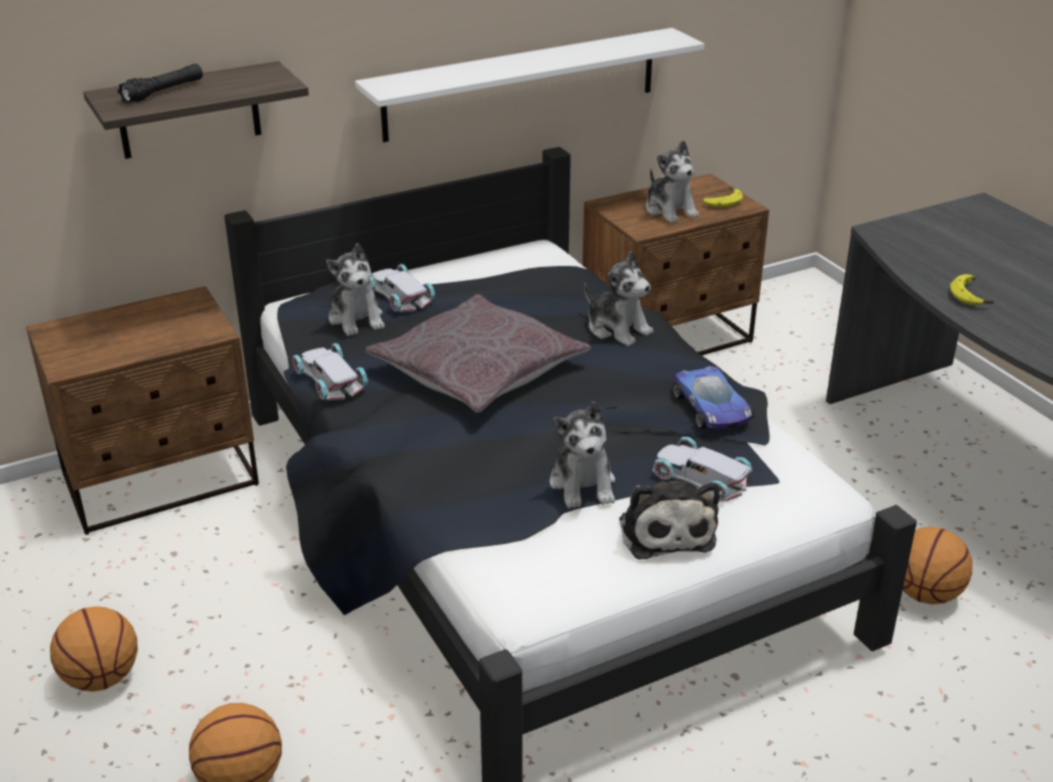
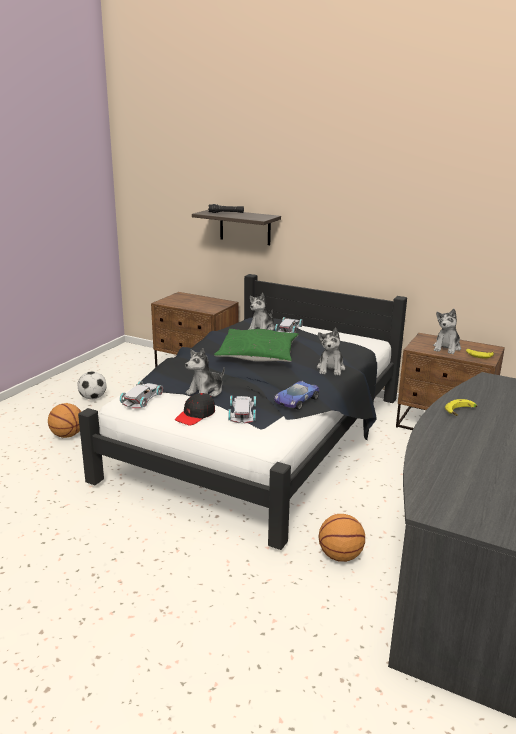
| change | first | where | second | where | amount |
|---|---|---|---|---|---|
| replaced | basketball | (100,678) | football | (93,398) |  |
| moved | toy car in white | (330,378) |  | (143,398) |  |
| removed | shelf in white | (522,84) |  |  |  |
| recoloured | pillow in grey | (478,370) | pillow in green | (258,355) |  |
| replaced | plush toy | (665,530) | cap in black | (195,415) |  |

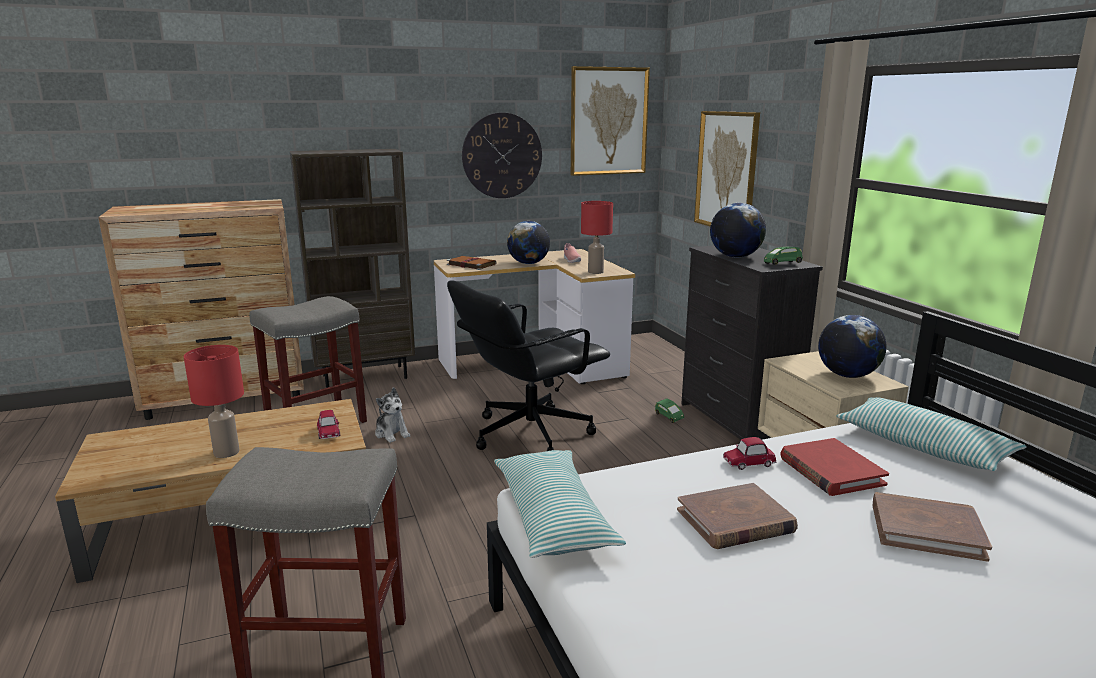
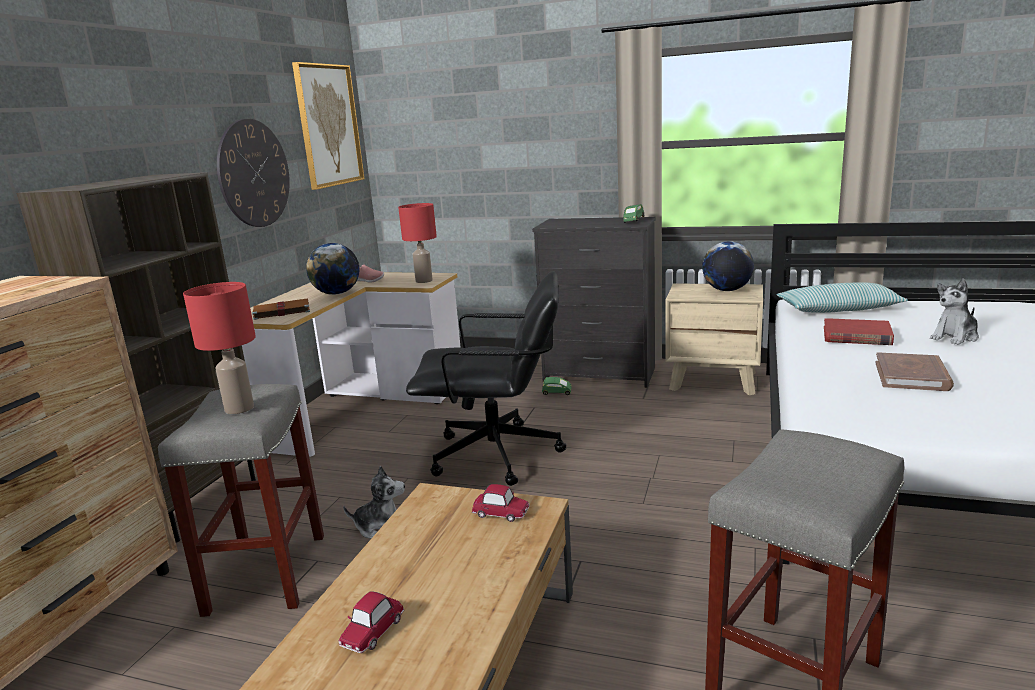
| change | first | where | second | where | amount |
|---|---|---|---|---|---|
| moved | table lamp in red | (227,452) |  | (240,408) |  |
| turned | office chair in black | (529,433) |  | (497,455) | 90 degrees counterclockwise |
| removed | pillow | (553,516) |  |  |  |
| removed | picture | (726,171) |  |  |  |
| removed | globe | (735,256) |  |  |  |
| moved | toy car | (748,463) |  | (372,631) |  |
| replaced | book in brown | (926,530) | plush toy | (955,337) |  |

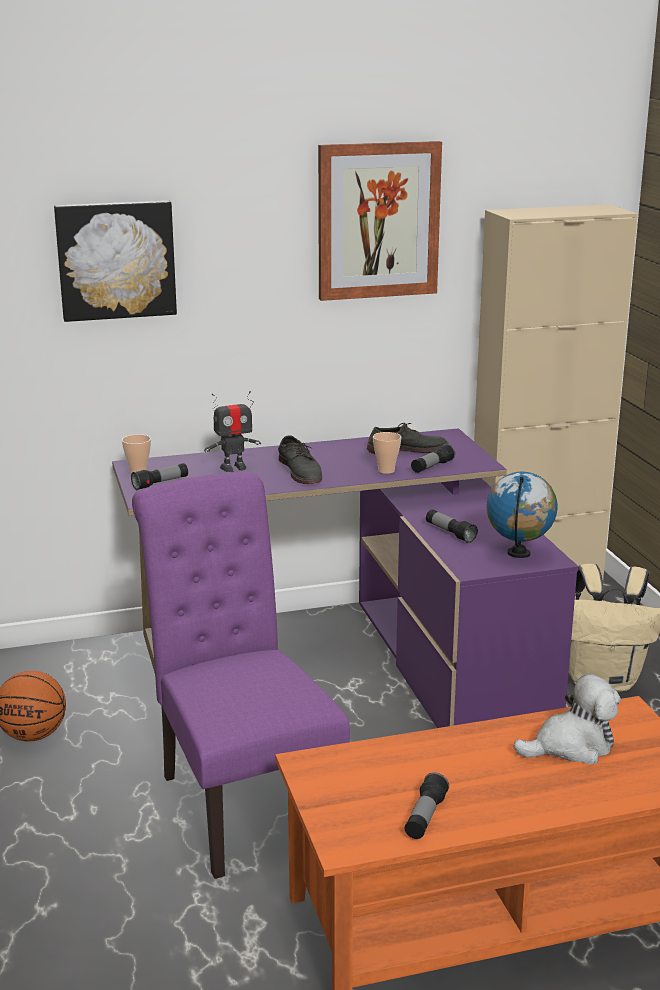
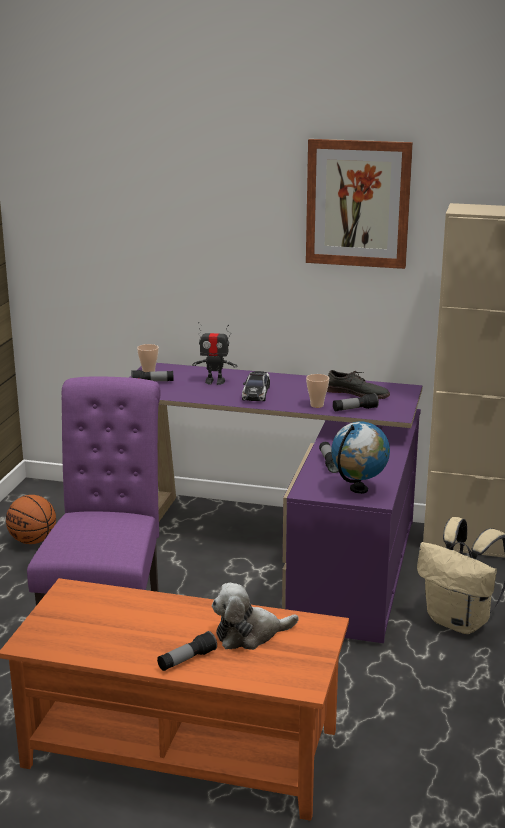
| change | first | where | second | where | amount |
|---|---|---|---|---|---|
| removed | picture | (116,260) |  |  |  |
| replaced | shoe in grey | (301,471) | toy car | (256,393) |  |
| moved | flashlight | (425,817) |  | (187,660) |  |
| turned | plush toy | (571,746) |  | (250,634) | 150 degrees clockwise |

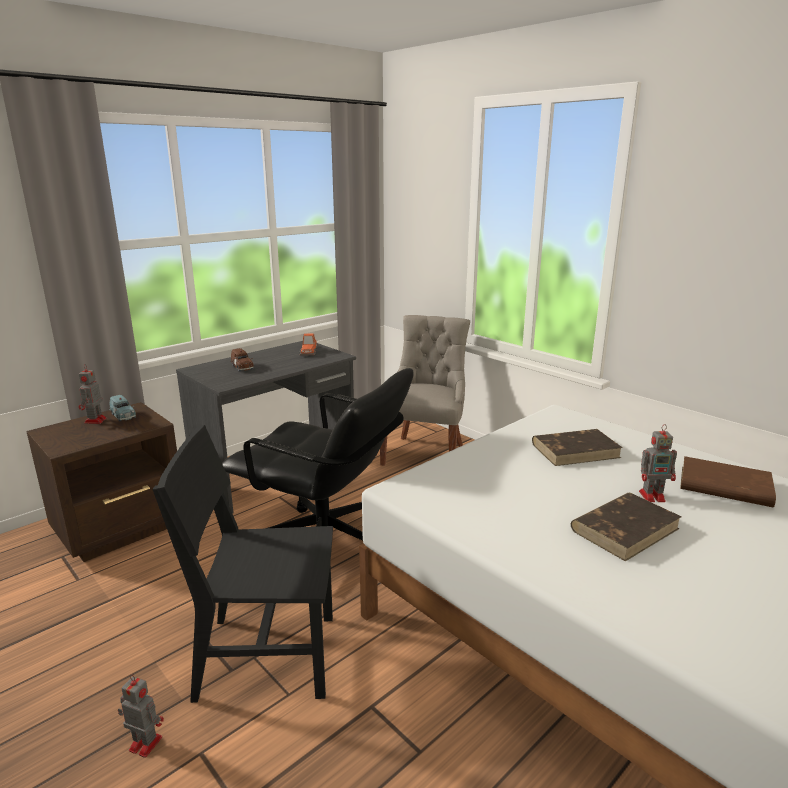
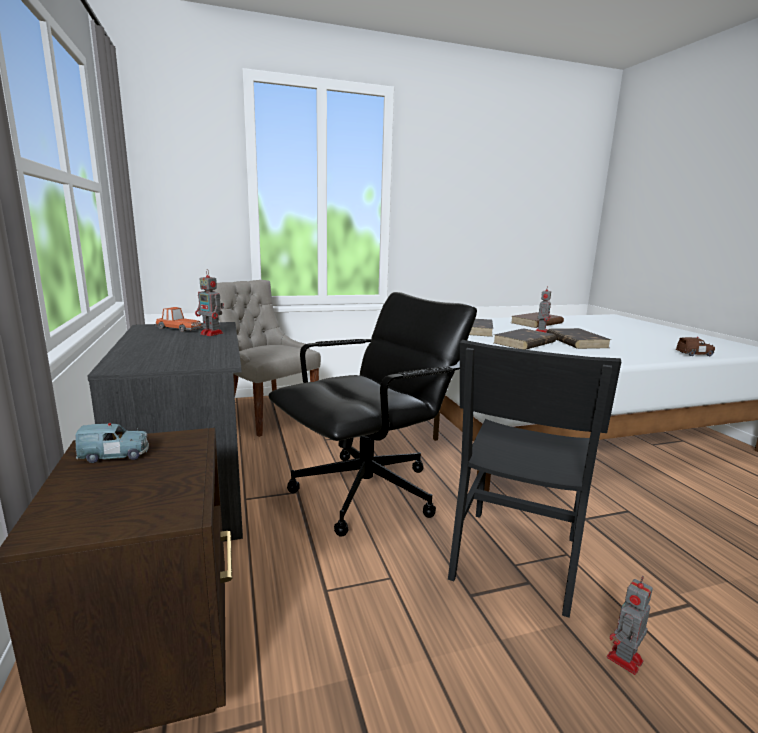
| change | first | where | second | where | amount |
|---|---|---|---|---|---|
| moved | toy robot | (95,421) |  | (212,334) |  |
| moved | toy car in brown | (242,367) |  | (694,354) |  |
| added |  |  | book in brown | (524,343) |  |

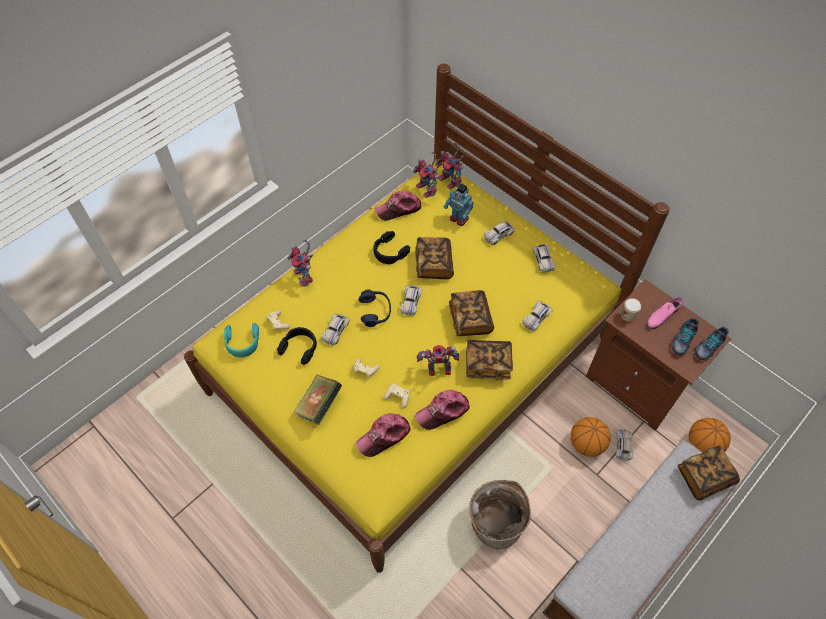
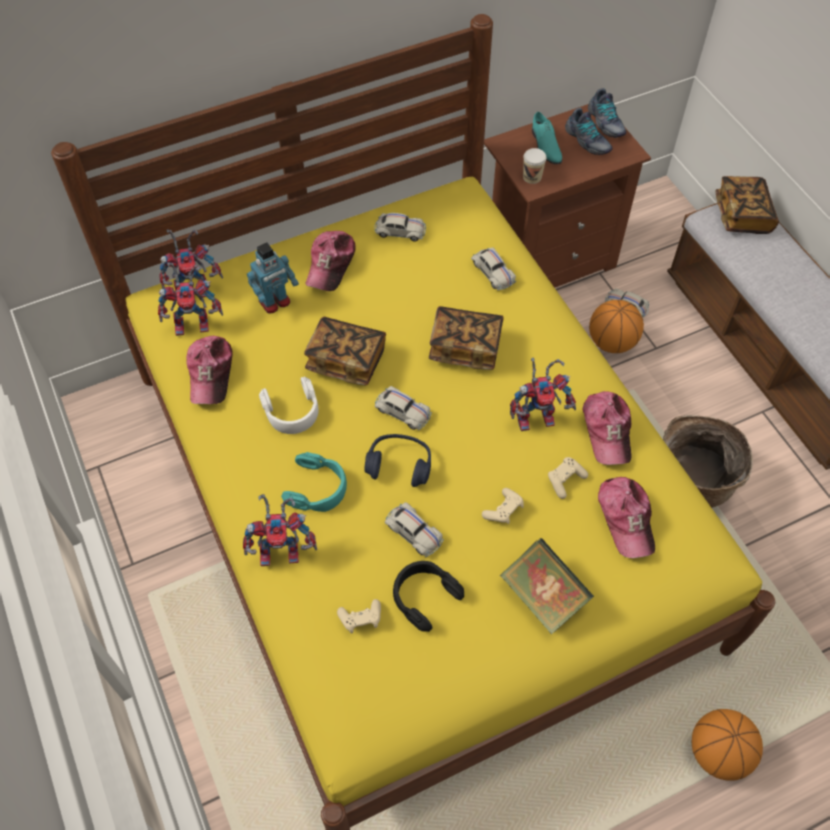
| change | first | where | second | where | amount |
|---|---|---|---|---|---|
| moved | headphones in turquoise | (242,342) |  | (317,488) |  |
| recoloured | headphones in black | (389,251) | headphones in white | (292,411) |  |
| turned | toy robot | (437,371) |  | (538,416) | 120 degrees counterclockwise |
| removed | book | (487,364) |  |  |  |
| replaced | toy car in white | (498,235) | cap | (331,264) |  |
| recoloured | shoe in pink | (662,315) | shoe in turquoise | (545,145) |  |
| moved | basketball | (702,444) |  | (717,753) |  |

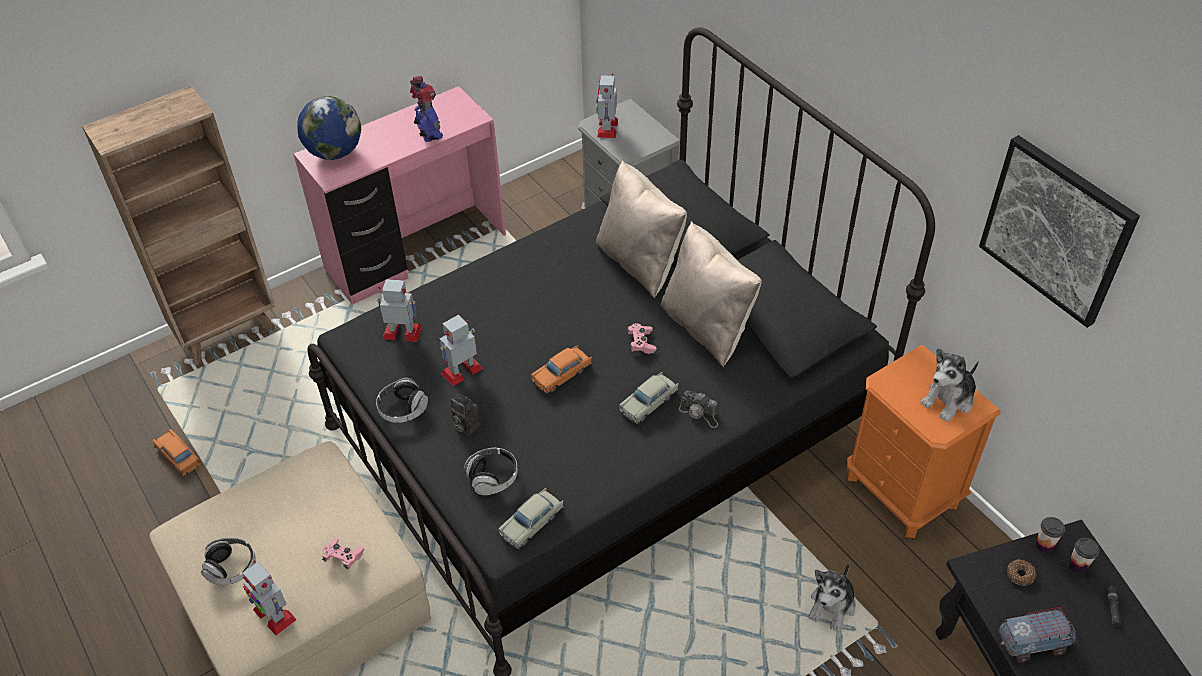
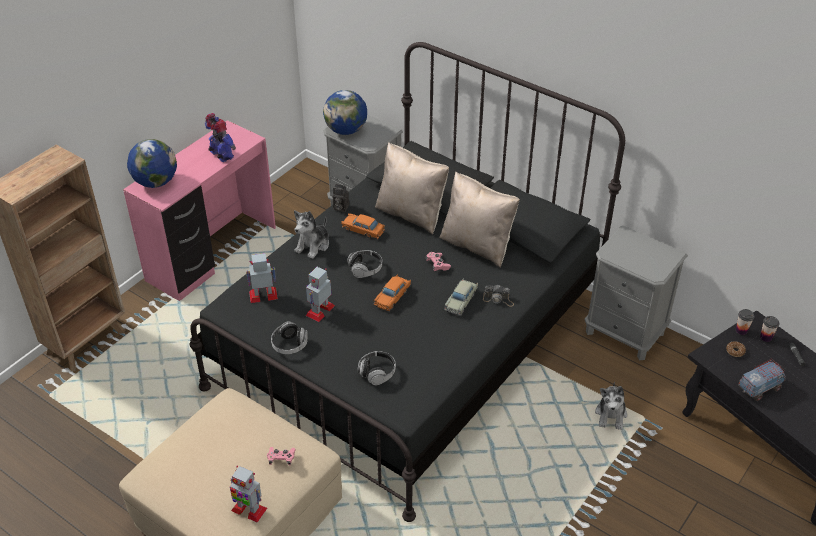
| change | first | where | second | where | amount |
|---|---|---|---|---|---|
| moved | toy car in orange | (178,456) |  | (363,230) |  |
| moved | headphones | (231,567) |  | (365,269) |  |
| moved | photo camera | (465,425) |  | (340,207) |  |
| removed | toy car in beige | (532,523) |  |  |  |
| replaced | toy robot | (607,128) | globe | (346,130) |  |
| recoloured | nightstand in orange | (902,491) | nightstand in grey | (625,333) |  |
| moved | plush toy | (949,399) |  | (313,245) |  |
| removed | picture | (1056,230) |  |  |  |

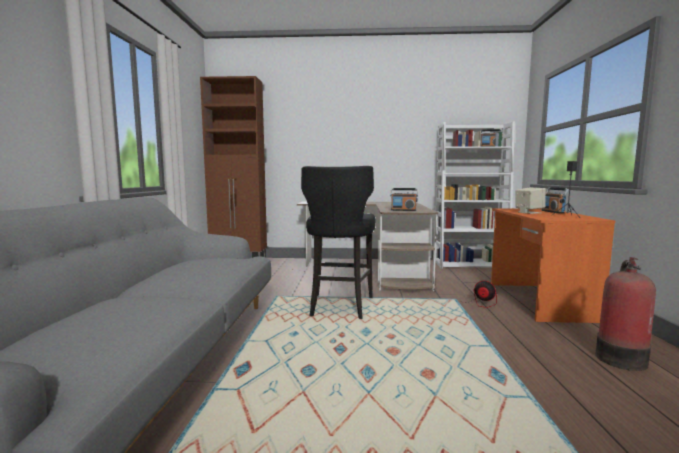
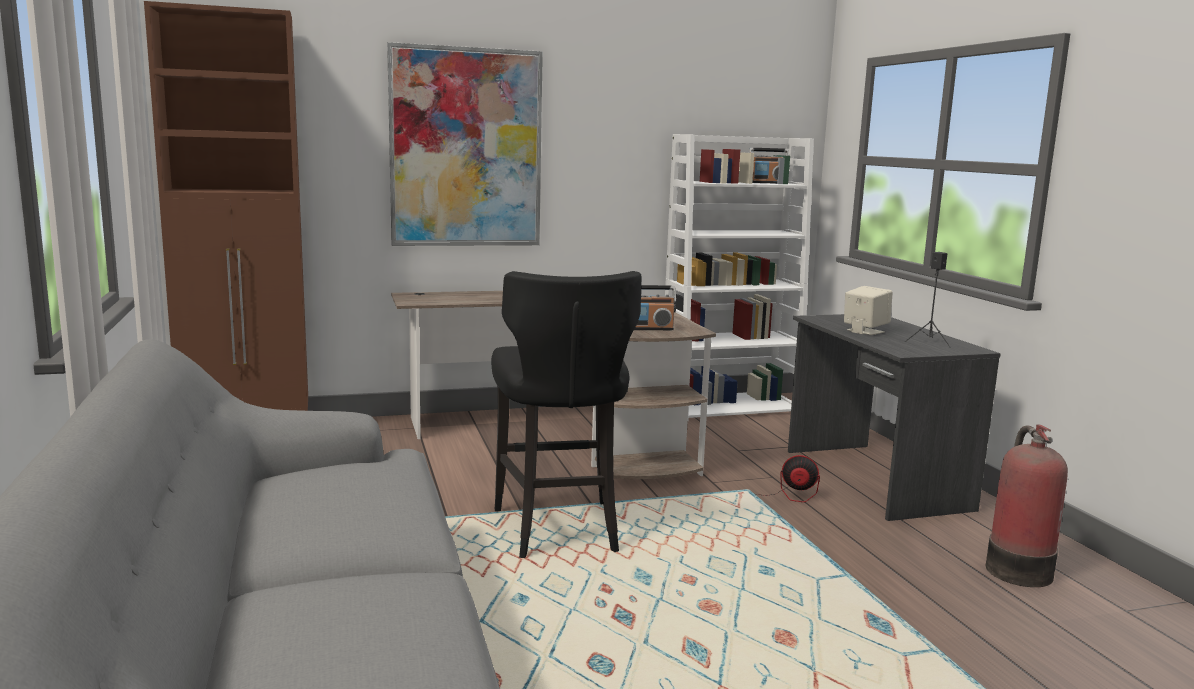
| change | first | where | second | where | amount |
|---|---|---|---|---|---|
| recoloured | desk in orange | (537,301) | desk in grey | (873,479) |  |
| removed | radio | (553,212) |  |  |  |
| added |  |  | picture | (466,148) |  |

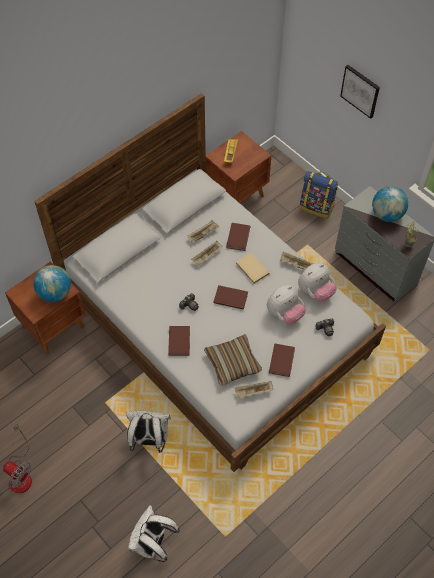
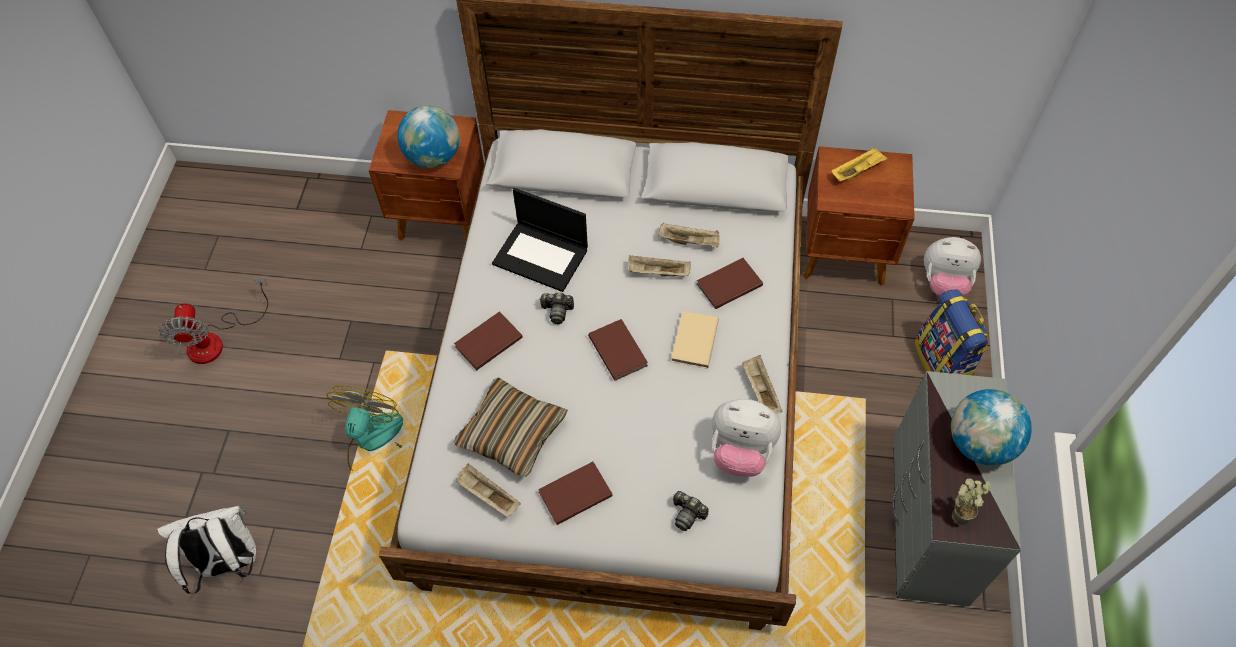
| change | first | where | second | where | amount |
|---|---|---|---|---|---|
| replaced | backpack in white | (149,440) | fan | (374,442) |  |
| moved | plush toy | (284,313) |  | (944,283) |  |
| removed | picture | (360,90) |  |  |  |
| added |  |  | laptop | (542,256) |  |

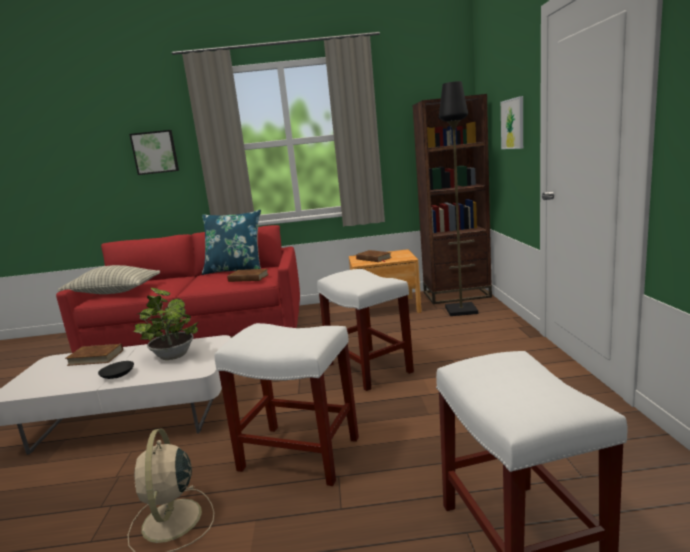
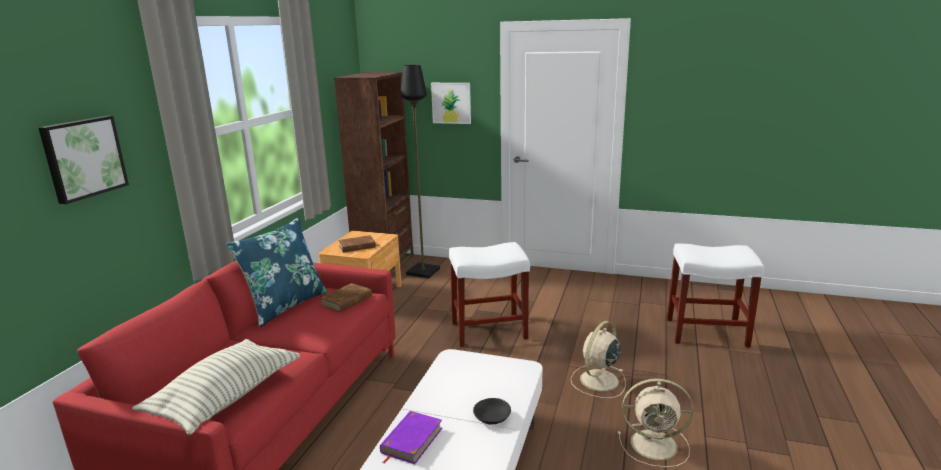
| change | first | where | second | where | amount |
|---|---|---|---|---|---|
| recoloured | book in brown | (95,357) | book in purple | (411,440) |  |
| removed | potted plant | (172,355) |  |  |  |
| replaced | stool in white | (297,454) | fan in beige | (598,381) |  |

